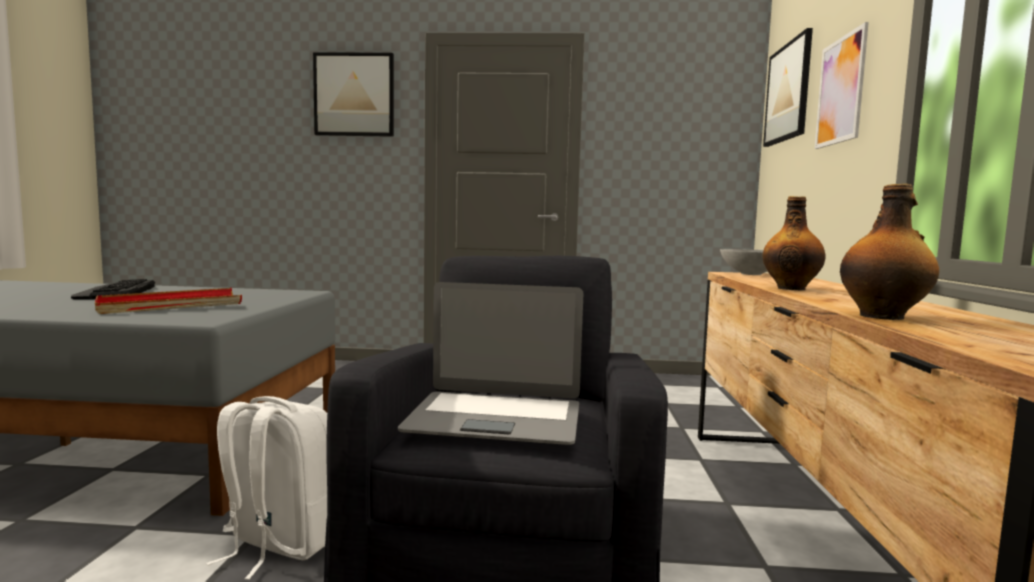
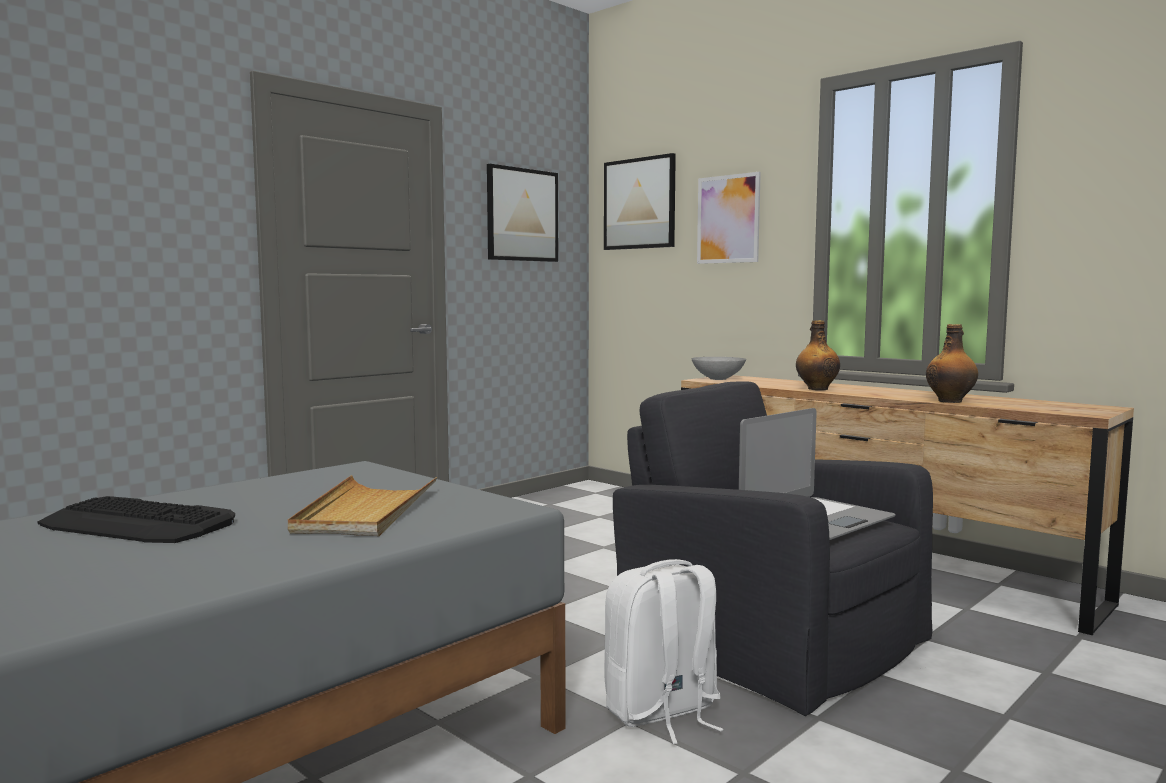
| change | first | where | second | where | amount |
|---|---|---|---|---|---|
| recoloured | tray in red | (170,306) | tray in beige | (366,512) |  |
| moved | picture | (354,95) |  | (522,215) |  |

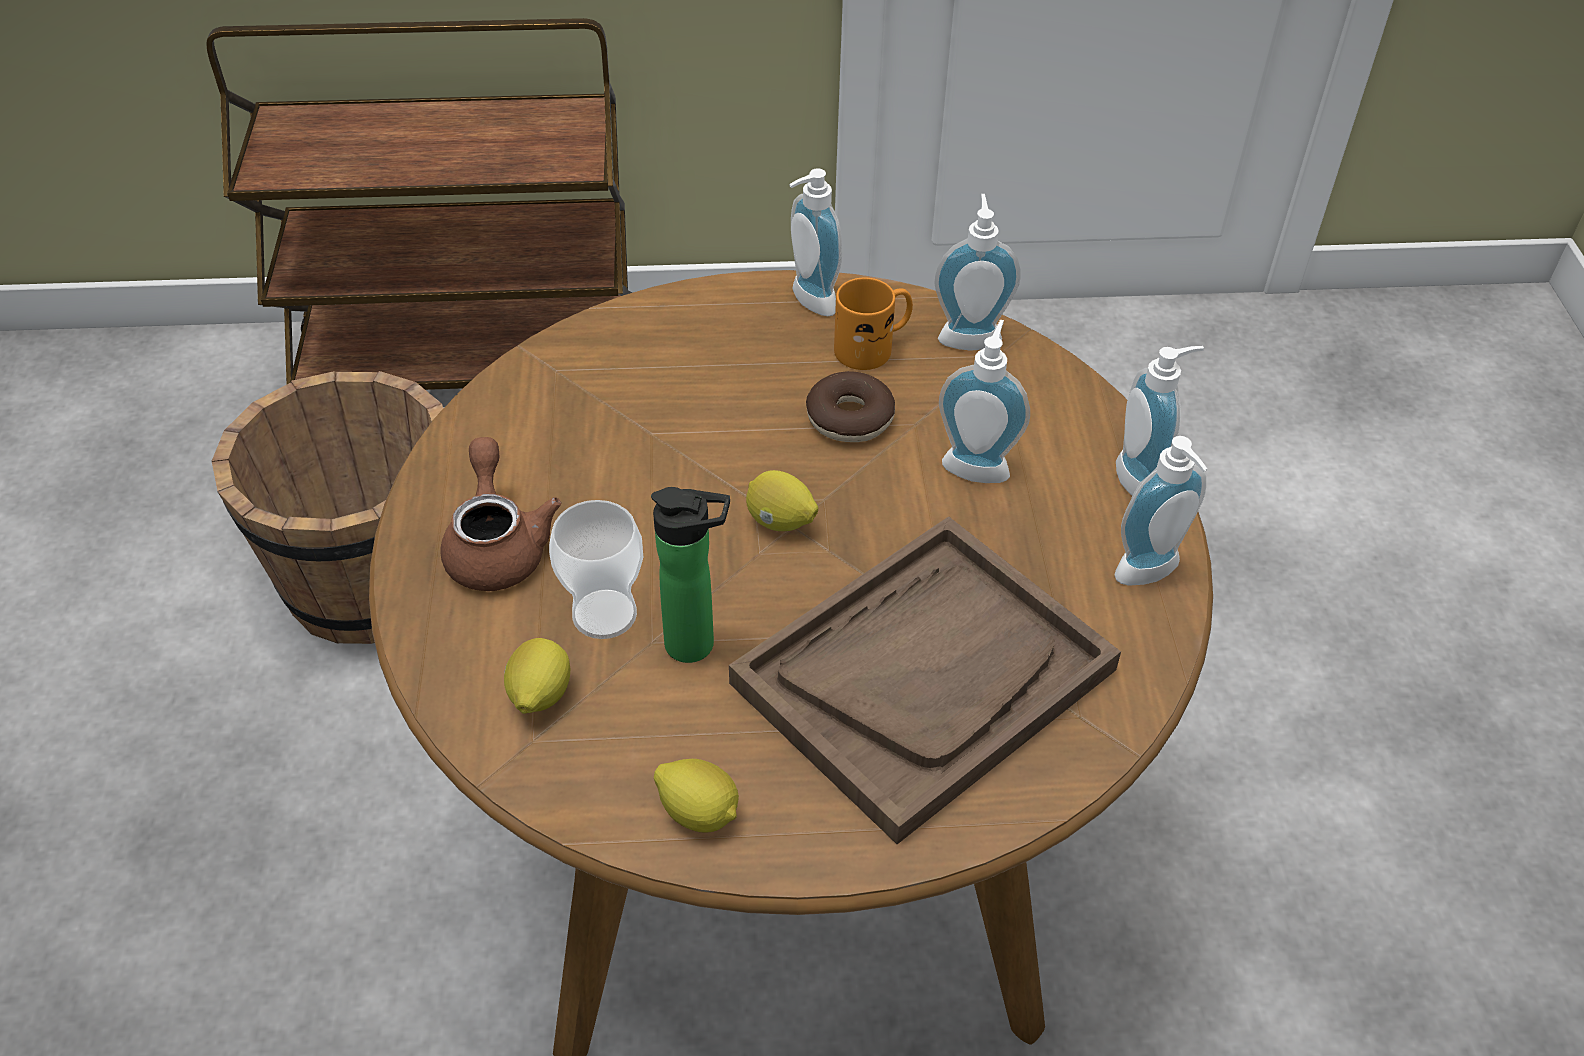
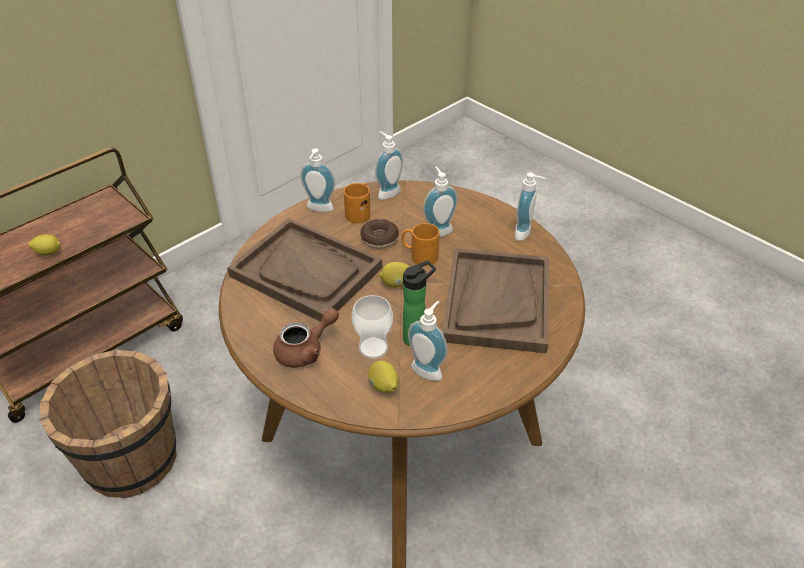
| change | first | where | second | where | amount |
|---|---|---|---|---|---|
| turned | teapot in brown | (497,545) |  | (305,350) | 105 degrees clockwise |
| moved | lemon | (699,812) |  | (48,253) |  |
| moved | soap dispenser | (1144,478) |  | (428,369) |  |
| added |  |  | tray in brown | (306,272) |  |
| added |  |  | mug in orange | (419,255) |  |

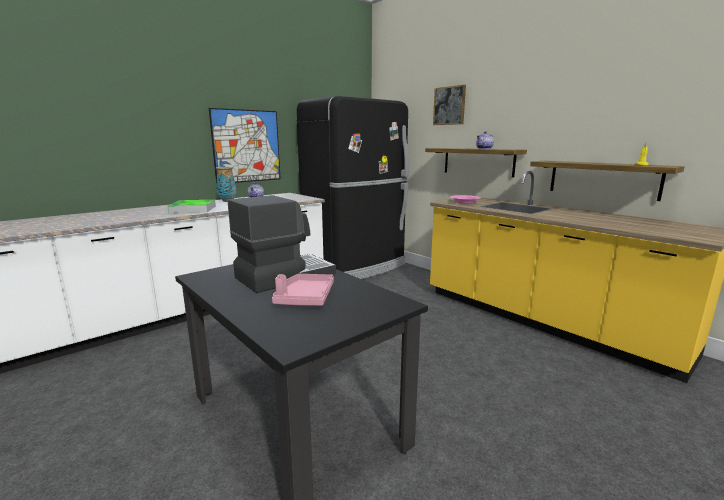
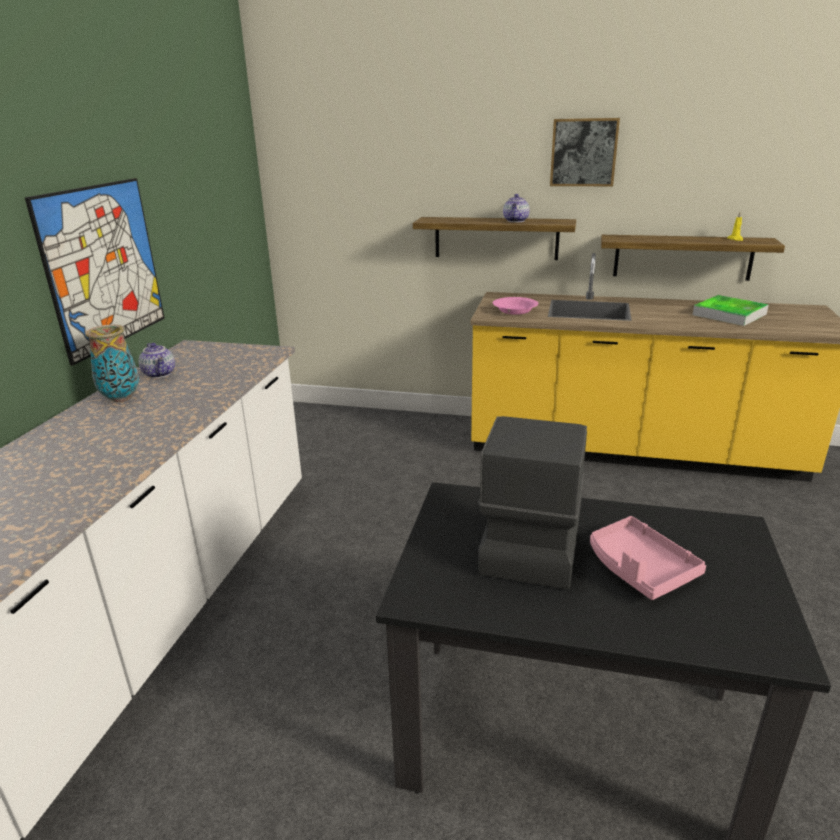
| change | first | where | second | where | amount |
|---|---|---|---|---|---|
| moved | tray | (193,209) |  | (729,314) |  |
| removed | fridge in black | (356,267) |  |  |  |
| moved | picture | (449,105) |  | (583,152) |  |

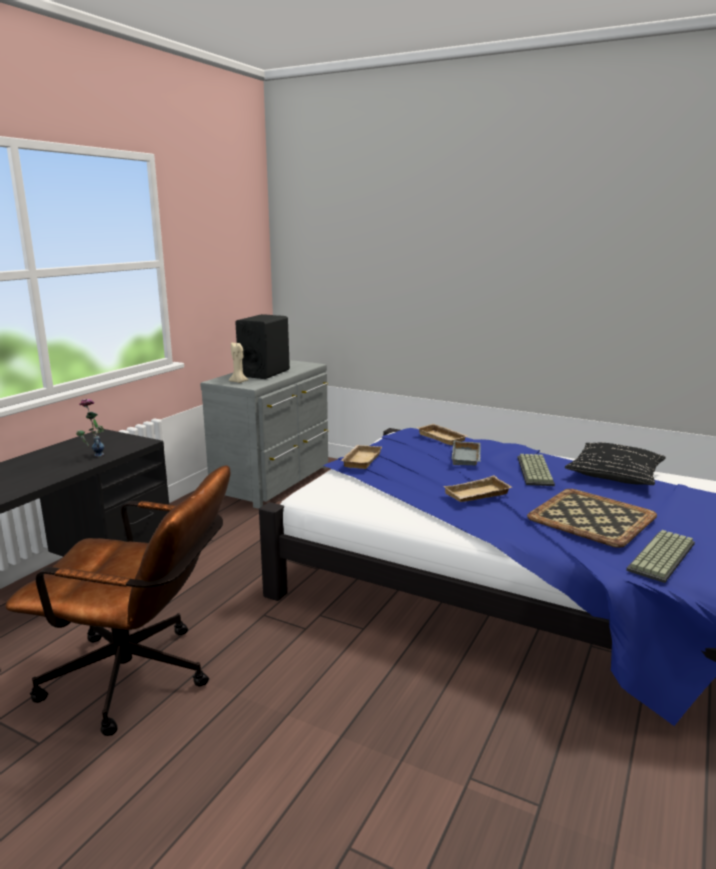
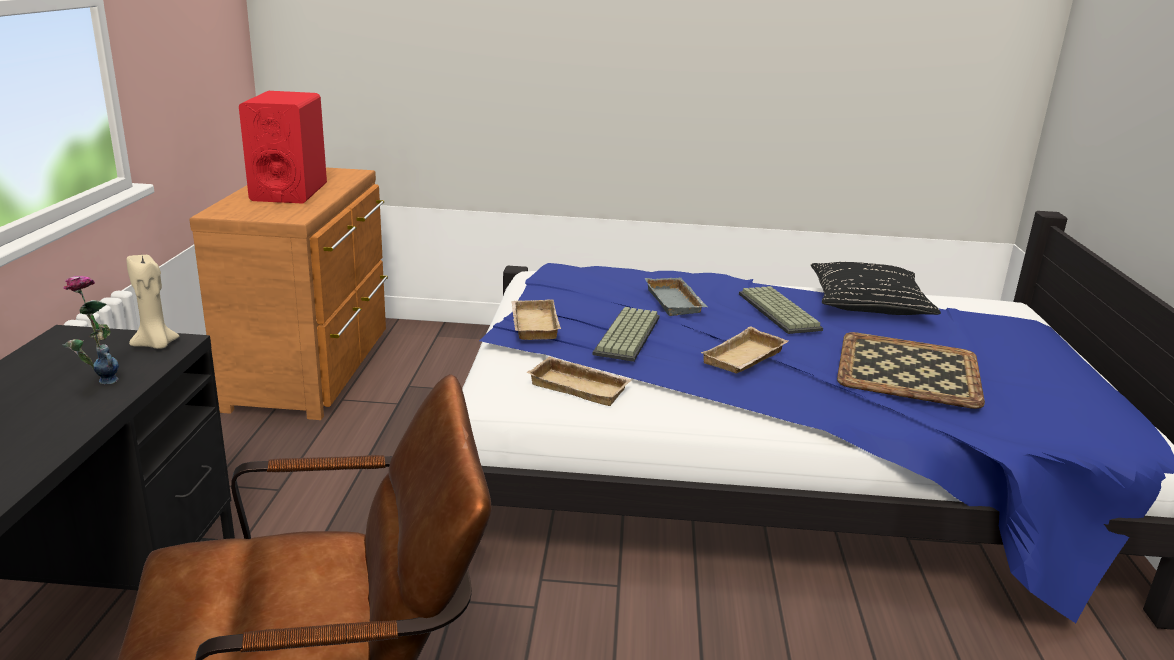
| change | first | where | second | where | amount |
|---|---|---|---|---|---|
| recoloured | dresser in grey | (275,481) | dresser in brown | (314,369) |  |
| moved | candle in beige | (238,382) |  | (156,345) |  |
| recoloured | speaker in black | (264,373) | speaker in red | (289,192) |  |
| moved | tray in beige | (443,437) |  | (581,387) |  |
| moved | keyboard | (663,558) |  | (629,336) |  |

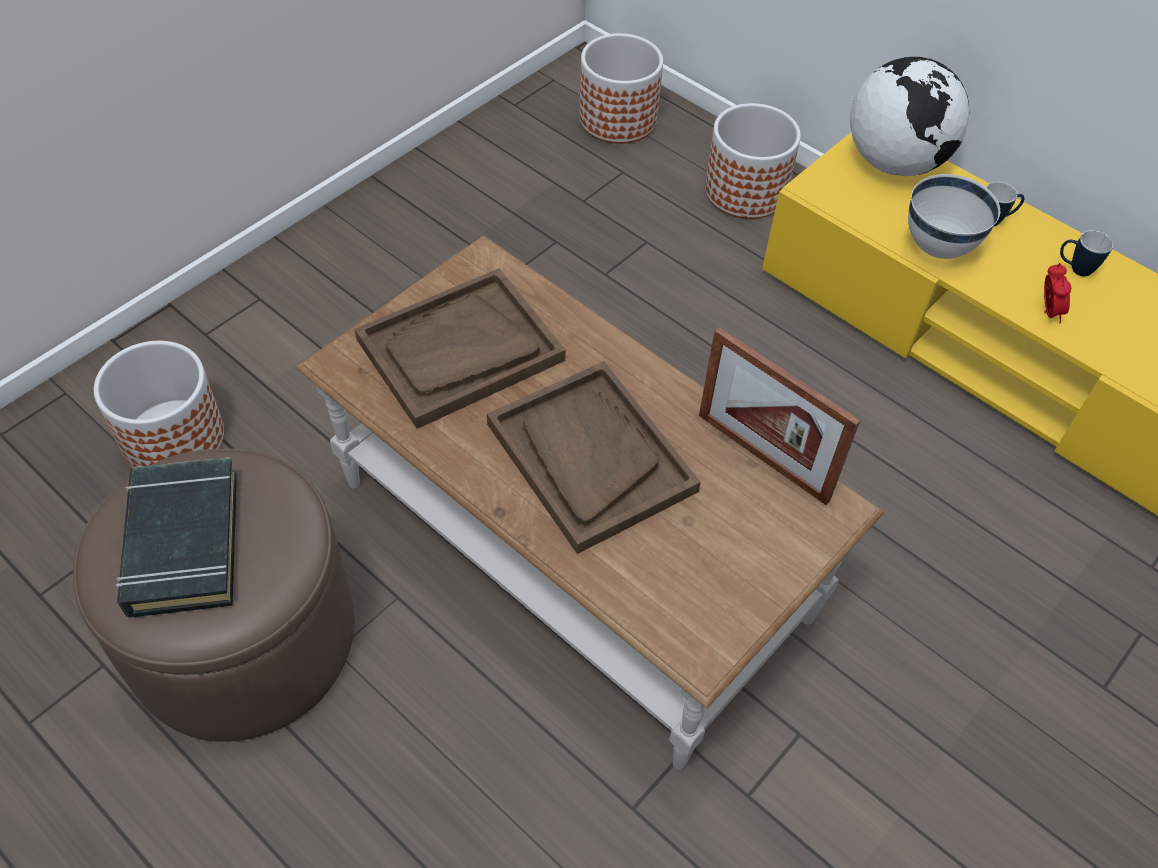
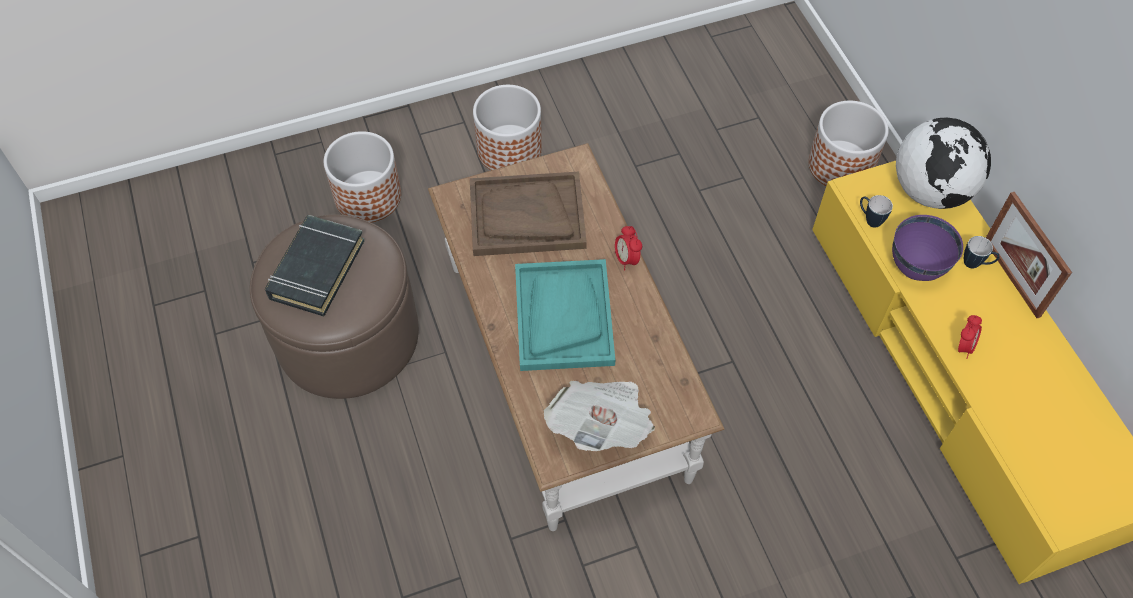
| change | first | where | second | where | amount |
|---|---|---|---|---|---|
| recoloured | tray in brown | (590,457) | tray in turquoise | (563,316) |  |
| moved | planter | (617,119) |  | (509,149) |  |
| moved | picture frame | (762,457) |  | (1011,278) |  |
| recoloured | bowl in white | (937,247) | bowl in purple | (915,267) |  |
| moved | mug | (1074,269) |  | (869,219) |  |
| added |  |  | newspaper | (601,425) |  |
| added |  |  | alarm clock | (626,259) |  |

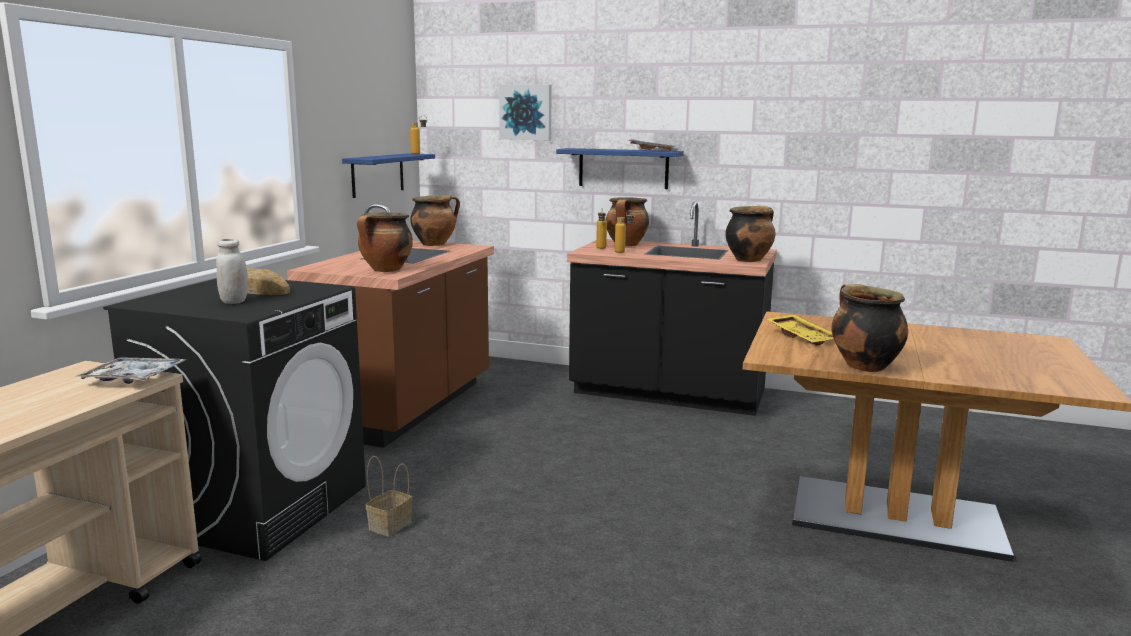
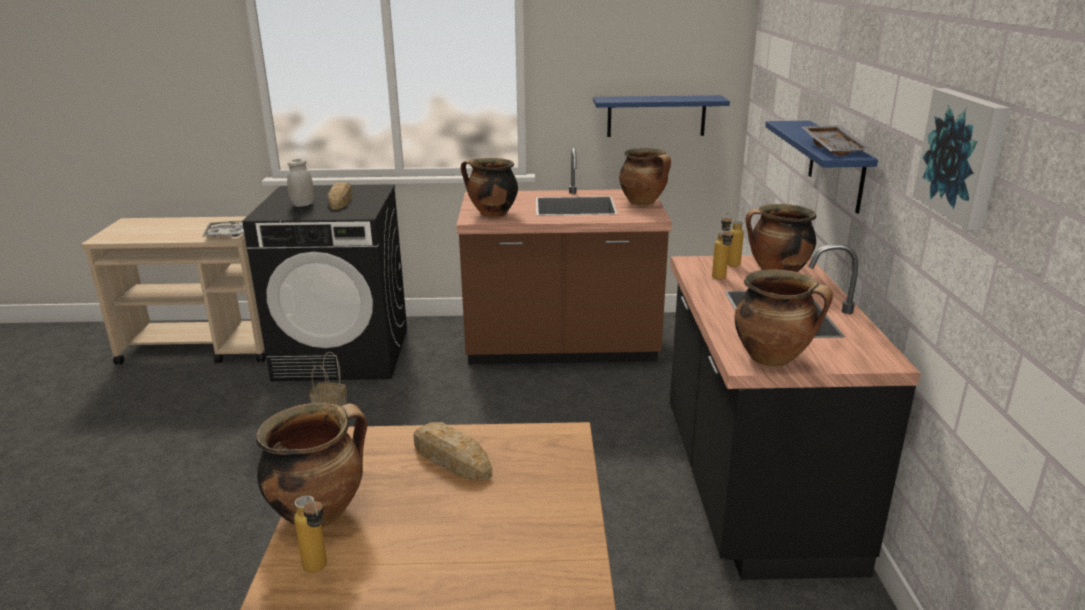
| change | first | where | second | where | amount |
|---|---|---|---|---|---|
| moved | bottle | (419,154) |  | (319,571) |  |
| moved | picture | (526,112) |  | (964,156) |  |
| replaced | tray in yellow | (802,337) | bread | (451,458) |  |

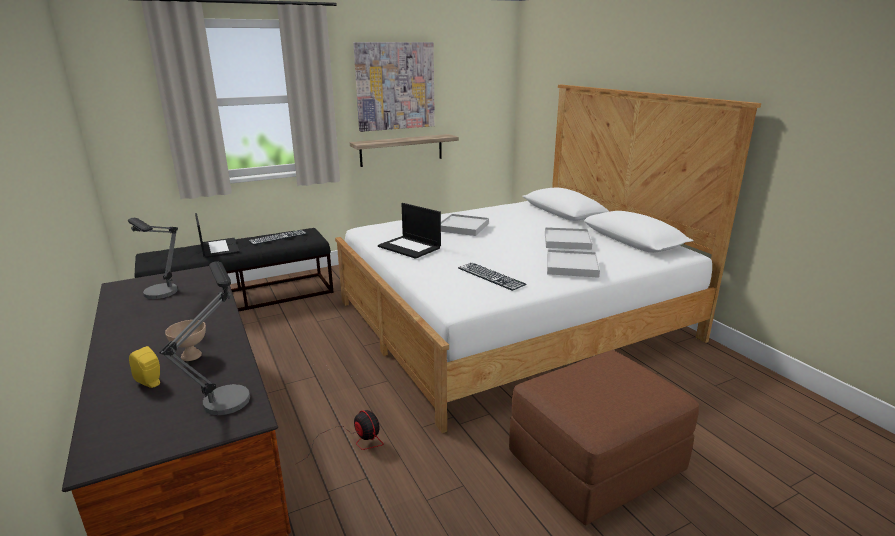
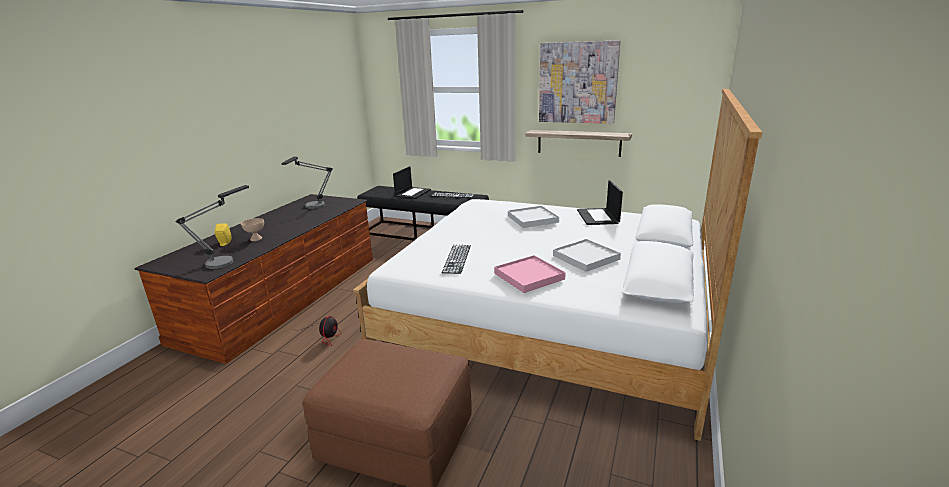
| change | first | where | second | where | amount |
|---|---|---|---|---|---|
| moved | laptop | (410,247) |  | (598,217) |  |
| recoloured | tray in white | (572,266) | tray in pink | (529,276) |  |

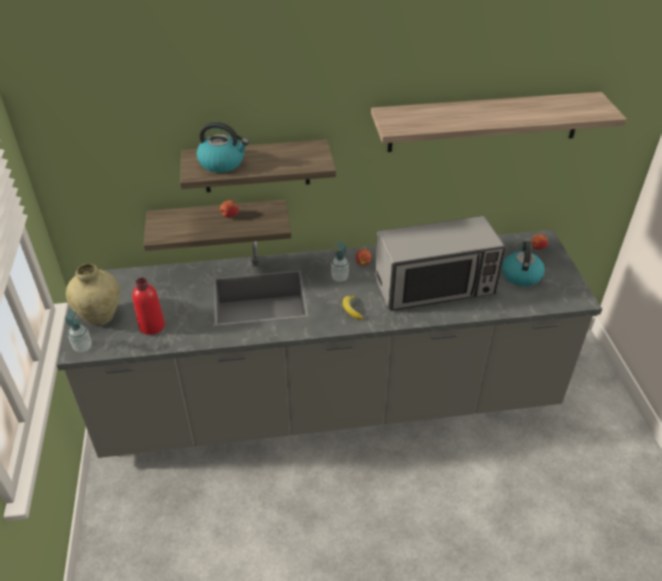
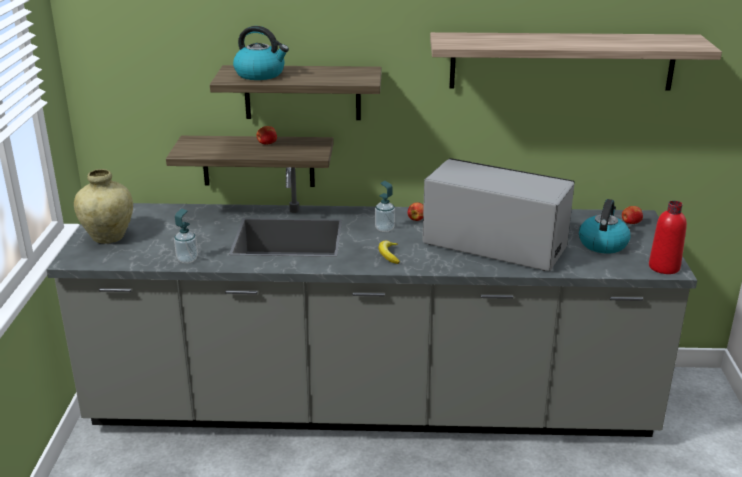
| change | first | where | second | where | amount |
|---|---|---|---|---|---|
| moved | soap dispenser | (83,347) |  | (187,259) |  |
| moved | bottle in red | (152,326) |  | (664,267) |  |
| turned | microwave | (435,286) |  | (494,244) | 150 degrees counterclockwise |

